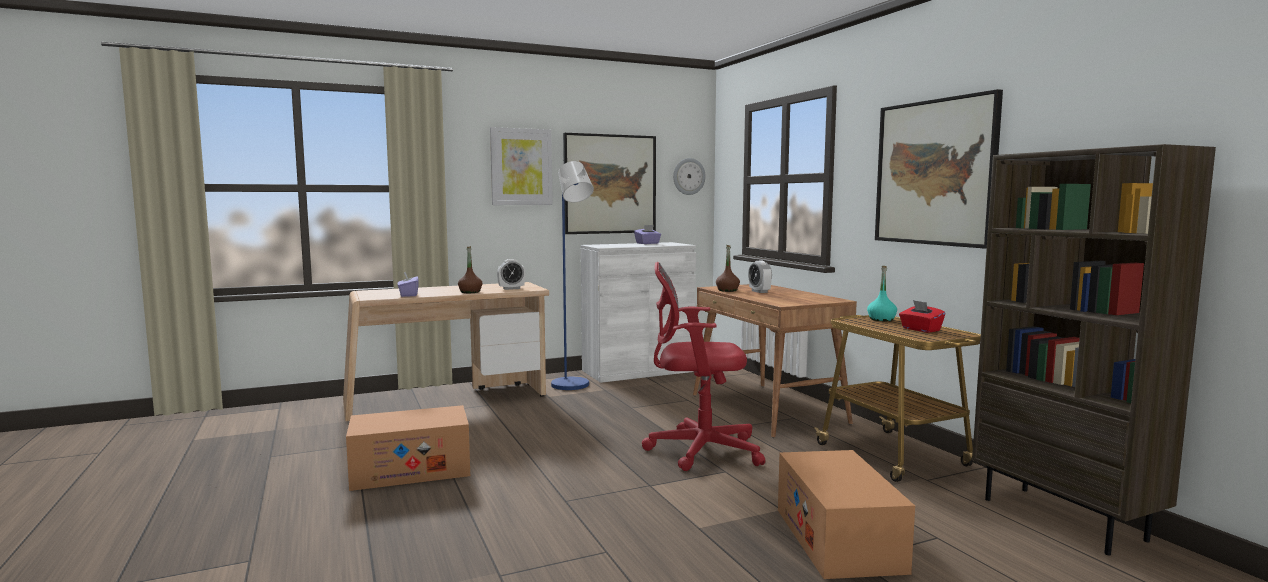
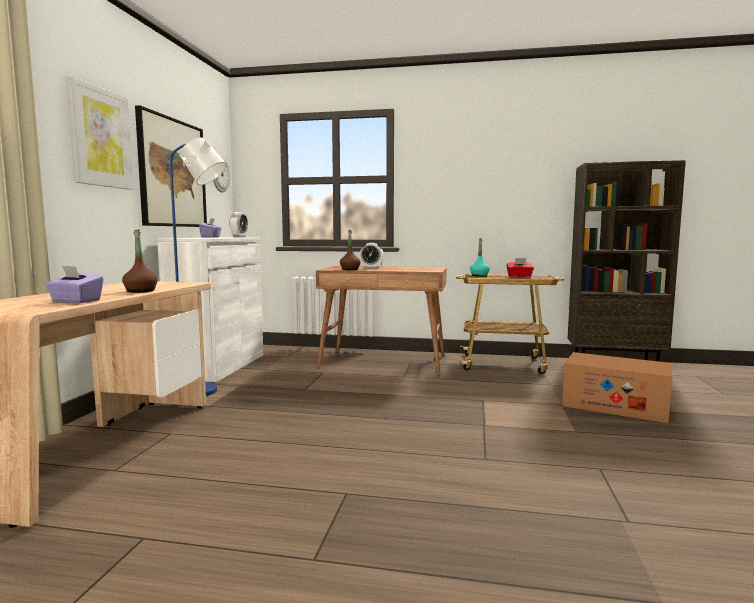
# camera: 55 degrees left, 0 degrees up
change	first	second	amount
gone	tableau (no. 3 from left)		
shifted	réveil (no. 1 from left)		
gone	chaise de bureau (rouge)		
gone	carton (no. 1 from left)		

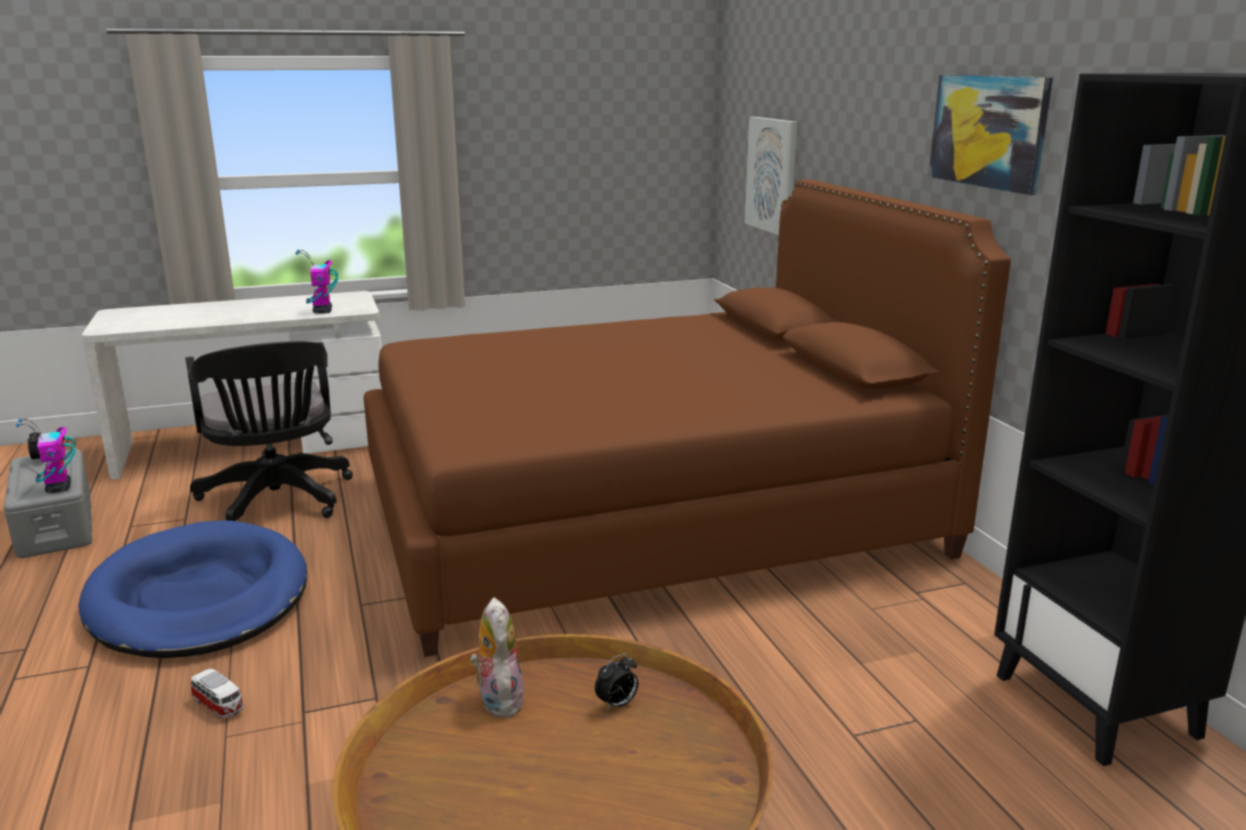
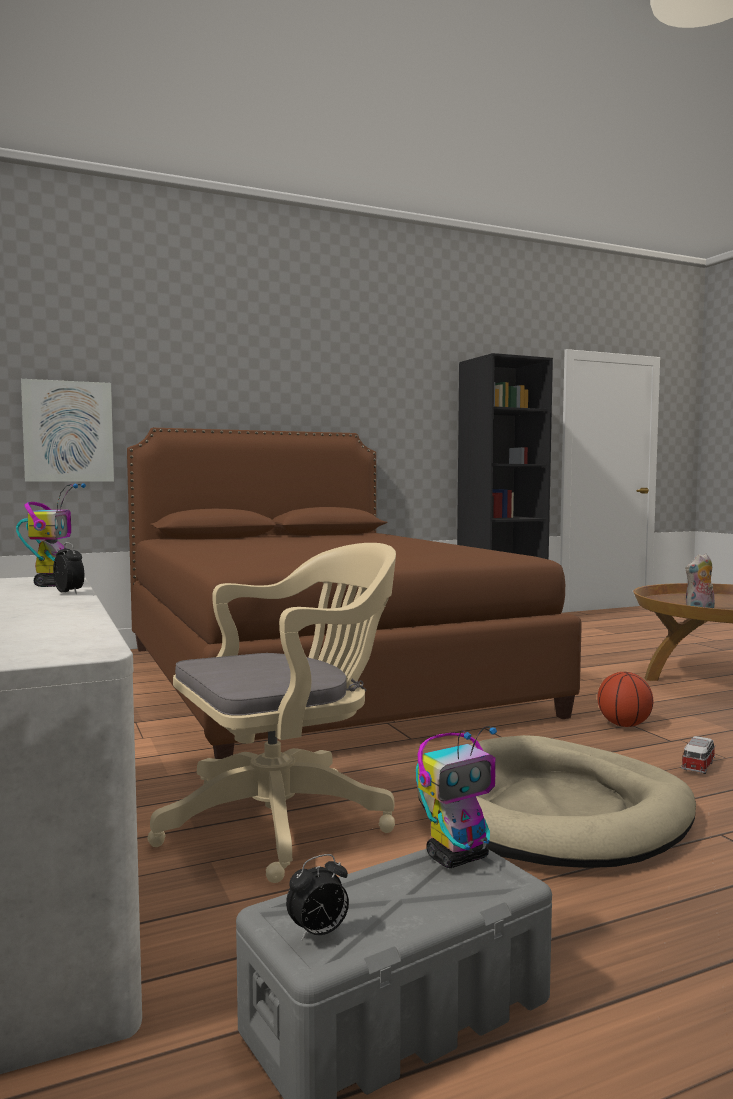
# camera: 95 degrees left, 15 degrees down
change	first	second	amount
gone	tableau (no. 2 from left)		
rotated	robot jouet (no. 2 from left in the first image)	robot jouet (no. 1 from left)	75 degrees counterclockwise
repainted	chaise de bureau (noir)	chaise de bureau (beige)	
repainted	panier pour chien (bleu)	panier pour chien (beige)	
shifted	réveil (no. 2 from left in the first image)	réveil (no. 1 from left)	
new		ballon de basket	

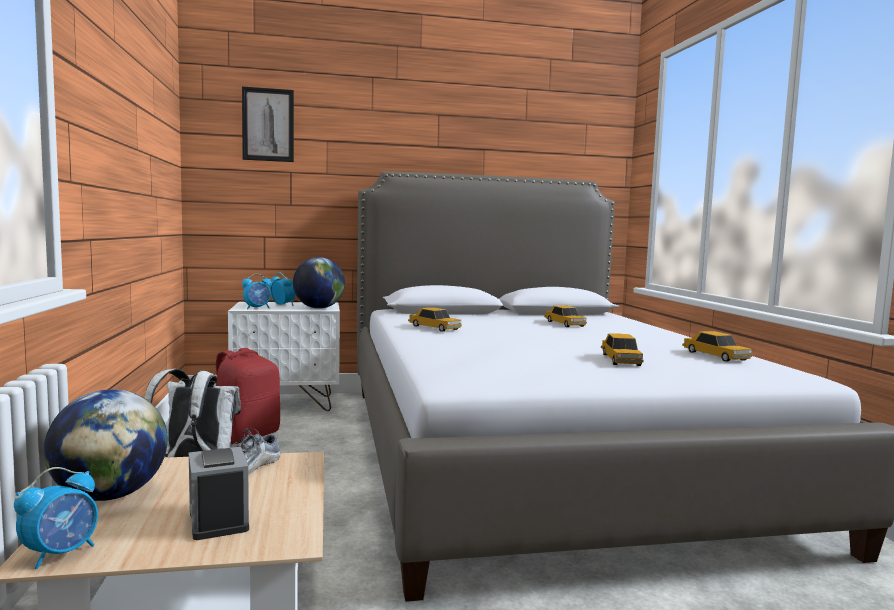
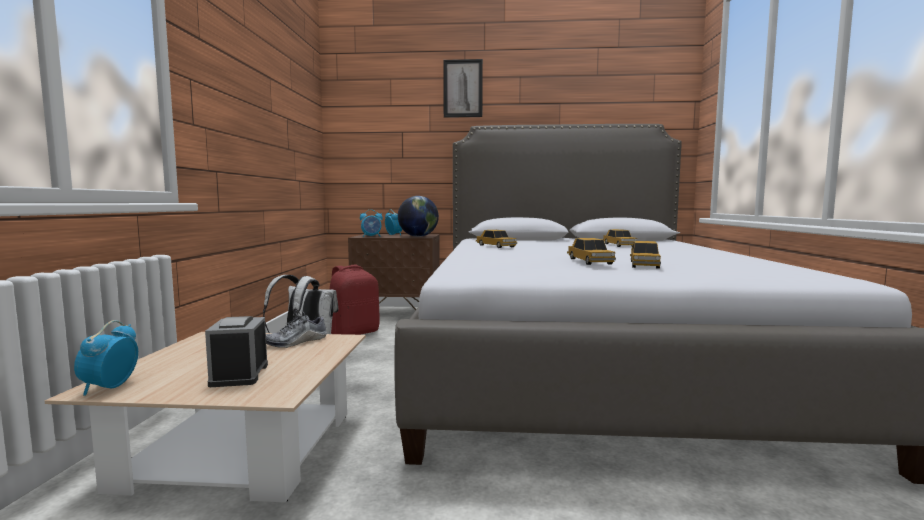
# camera: 15 degrees right, 0 degrees up
change	first	second	amount
shifted	tableau		
repainted	table de chevet (blanc)	table de chevet (marron)	
shifted	petite voiture (no. 4 from left in the first image)	petite voiture (no. 2 from left)	
gone	globe (no. 1 from left)		
rotated	réveil (no. 1 from left)		135 degrees clockwise

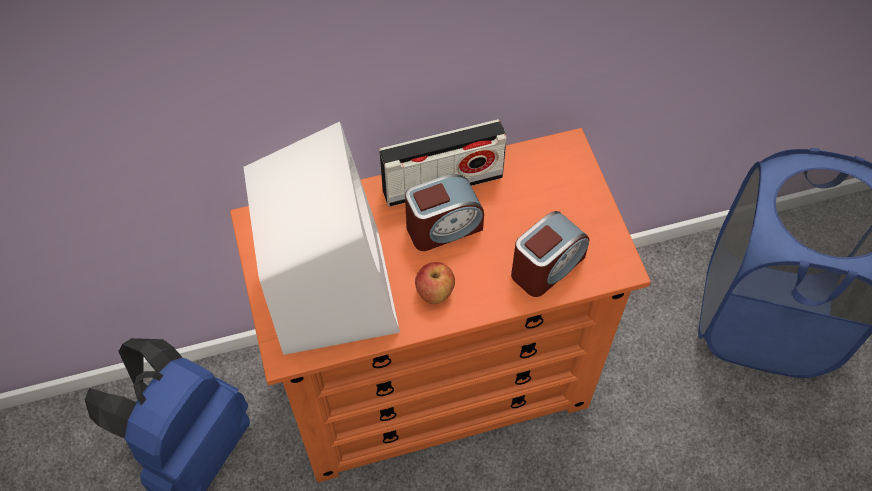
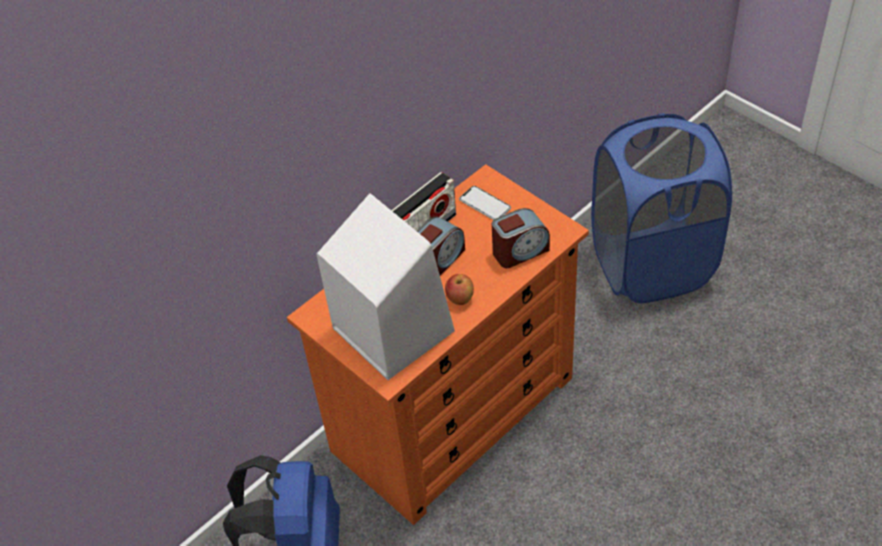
# camera: 25 degrees left, 10 degrees down
change	first	second	amount
rotated	réveil (no. 2 from left)		45 degrees clockwise
new		téléphone	

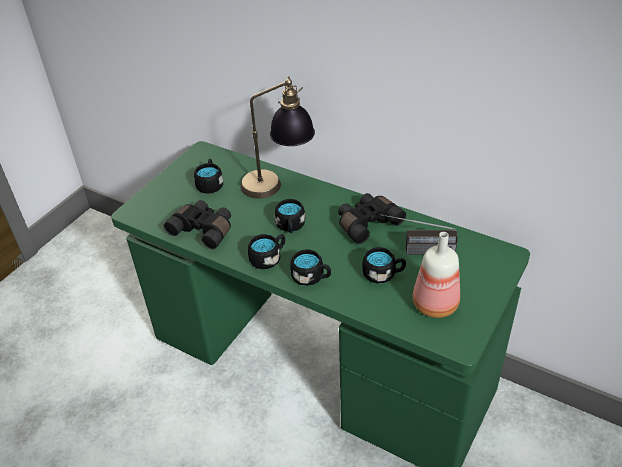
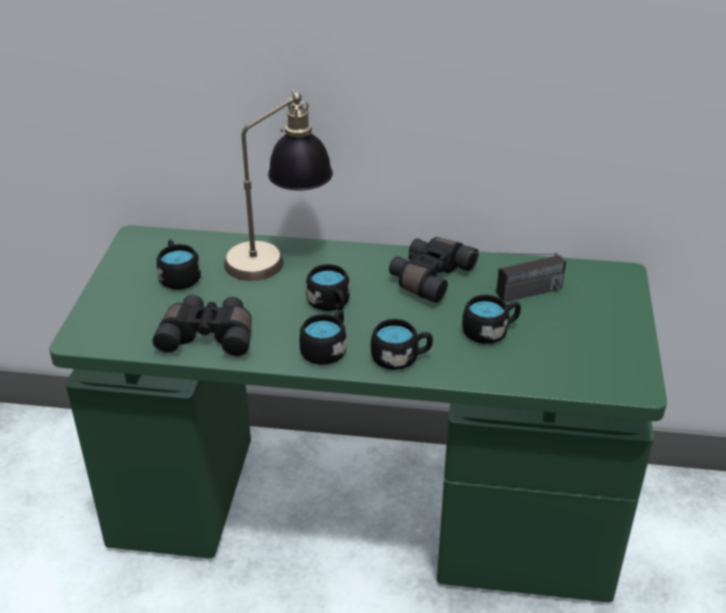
# camera: 25 degrees left, 5 degrees down
change	first	second	amount
gone	bouteille		

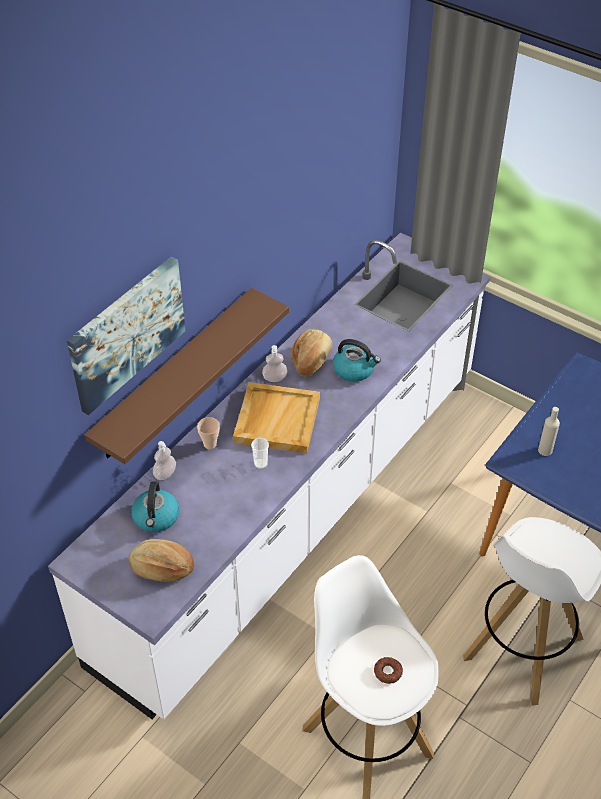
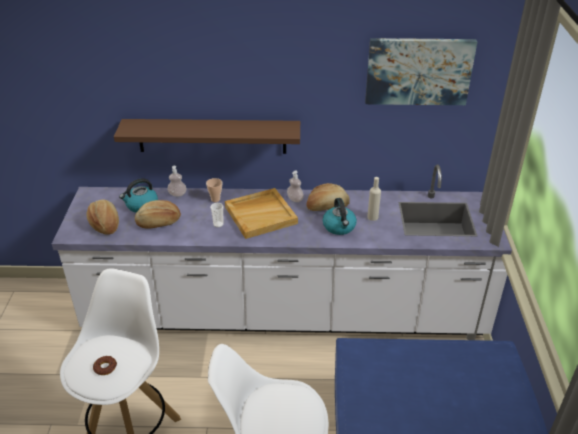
# camera: 55 degrees right, 10 degrees down
change	first	second	amount
shifted	tableau		
shifted	bouteille (beige)		
new		pain (no. 2 from left)	

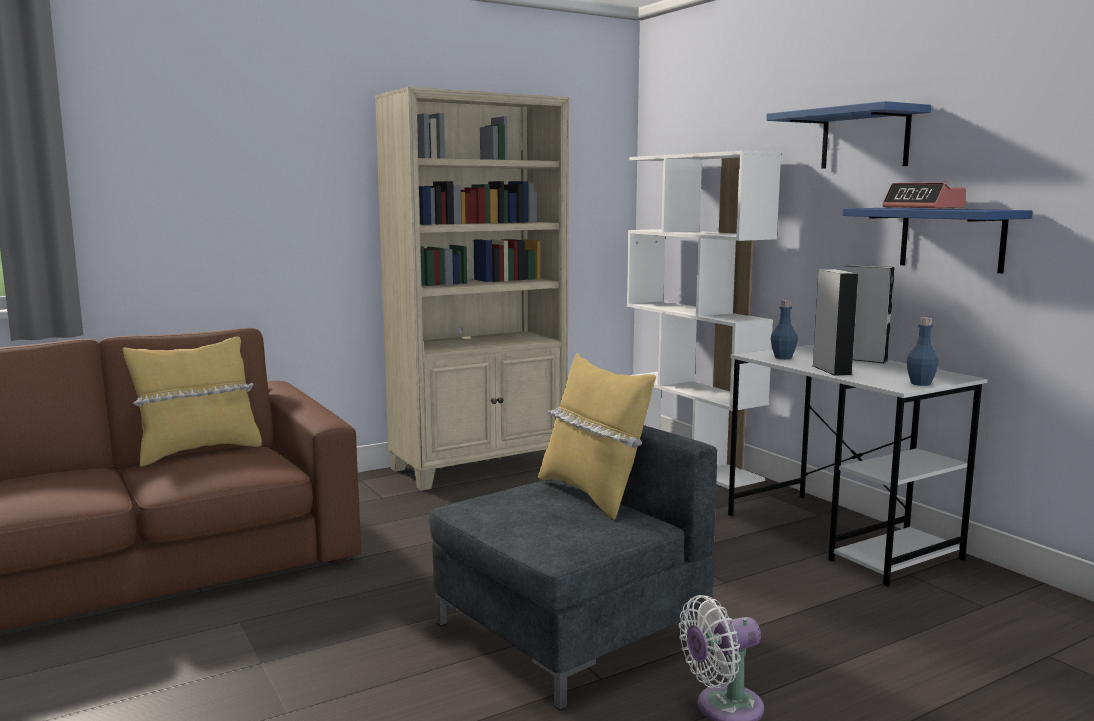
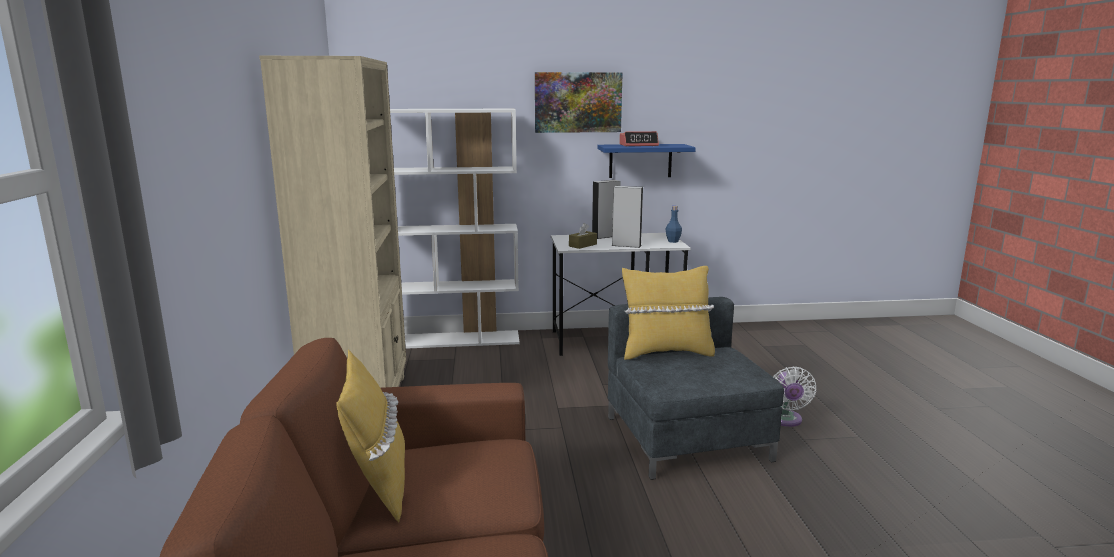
# camera: 65 degrees left, 5 degrees up
change	first	second	amount
swapped	étagère (bleu) (no. 1 from left)	tableau	
swapped	bouteille (bleu) (no. 1 from left)	boîte à mouchoirs (marron)	

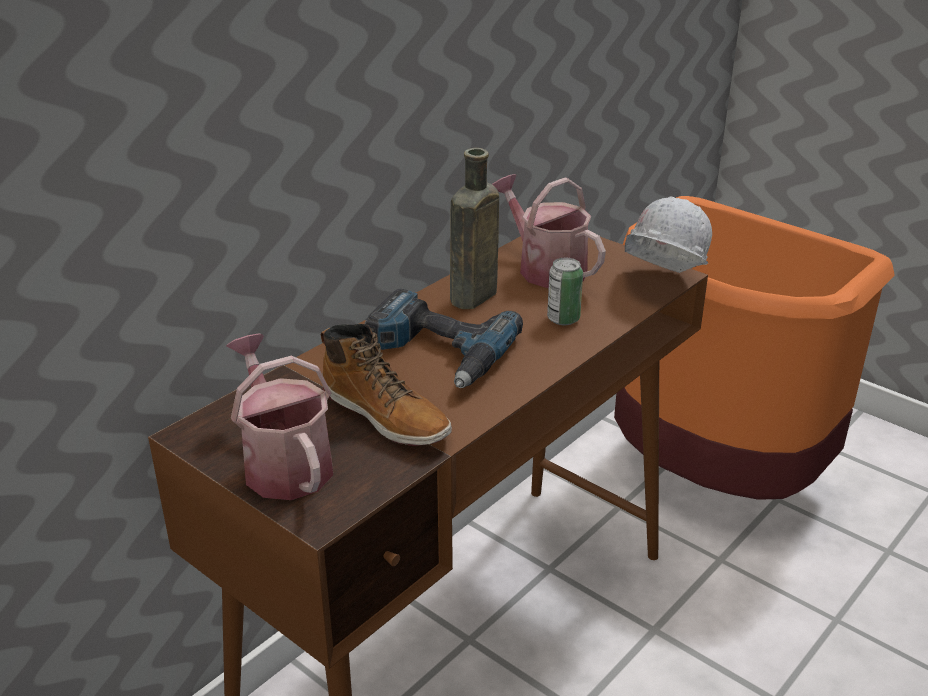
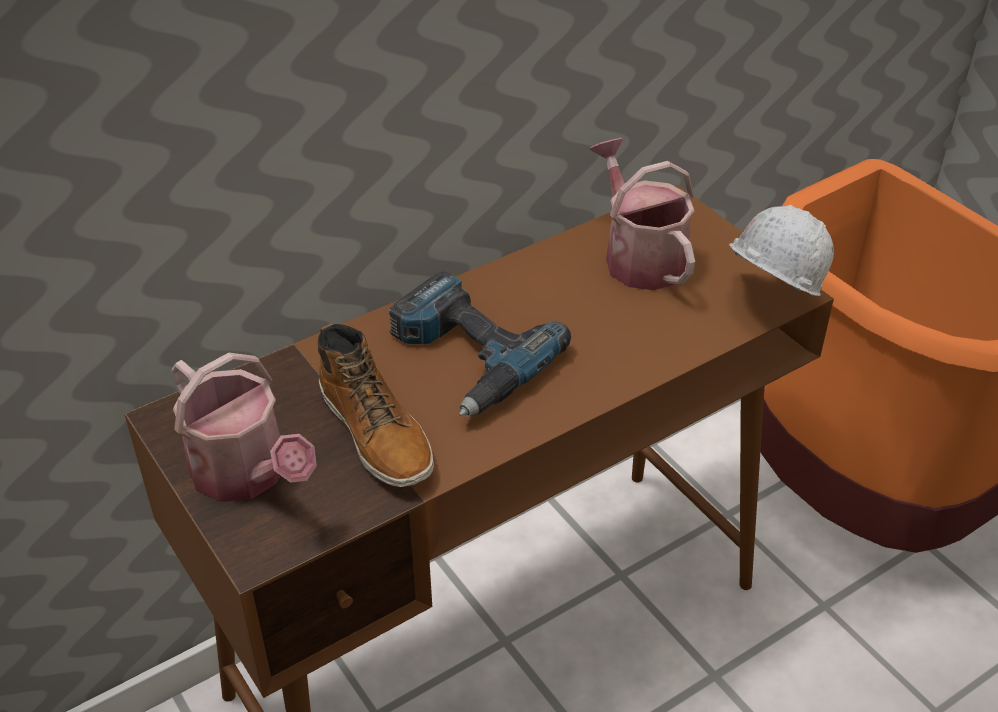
# camera: 15 degrees right, 10 degrees up
change	first	second	amount
gone	bouteille (marron)		
gone	boîte métallique		
rotated	arrosoir (no. 1 from left)		150 degrees clockwise

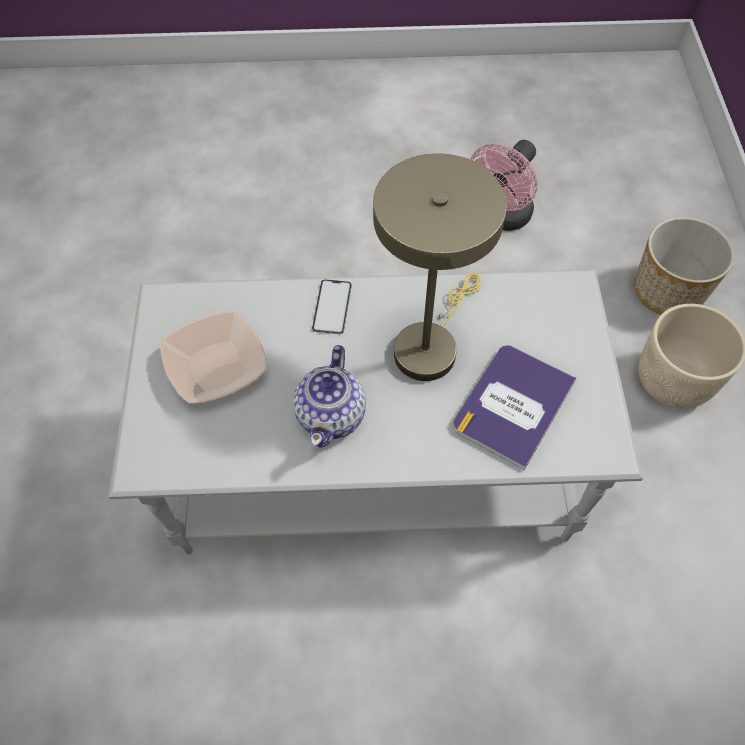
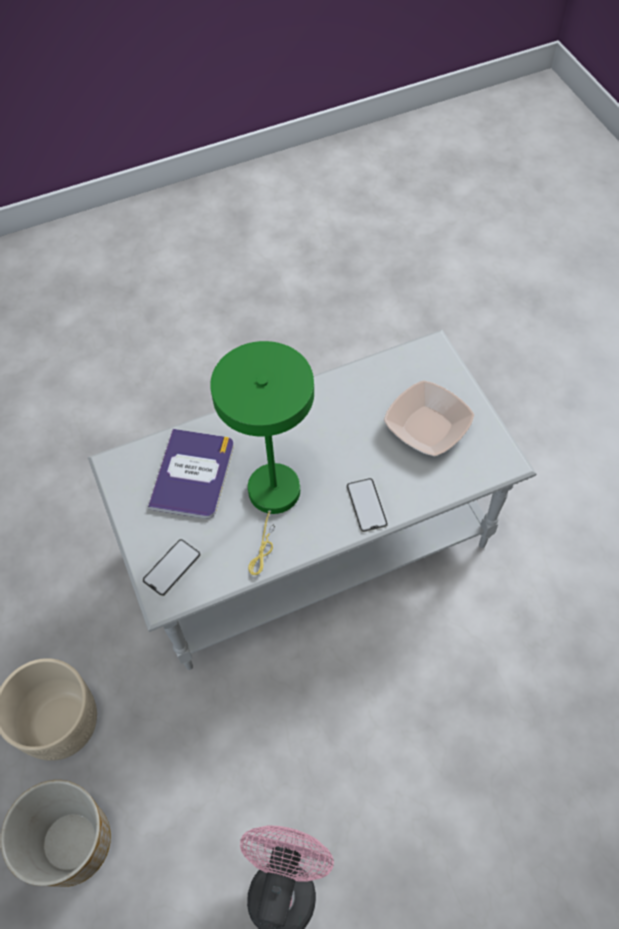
# camera: 160 degrees right, 0 degrees up
change	first	second	amount
repainted	lampe de table (beige)	lampe de table (vert)	
gone	théière		
new		téléphone (no. 1 from left)	

